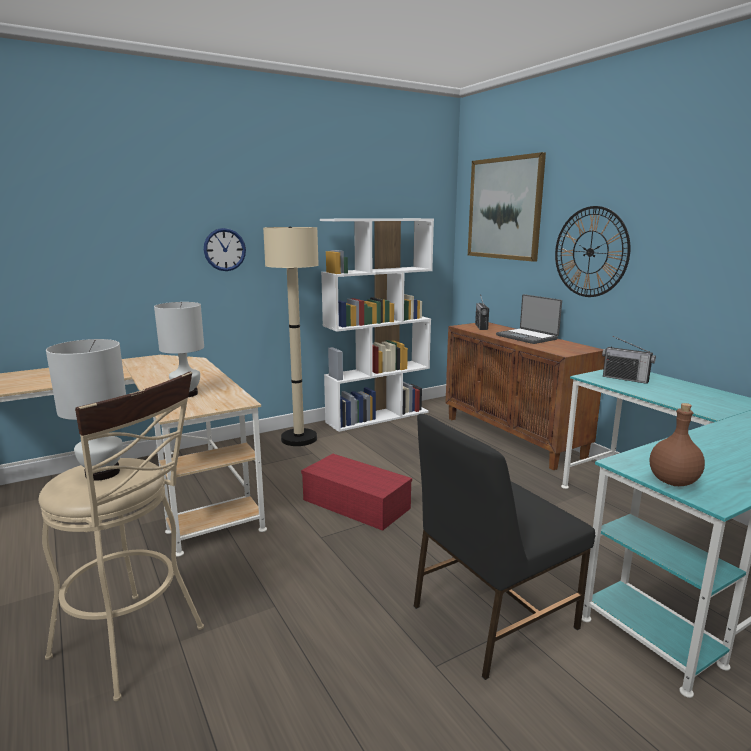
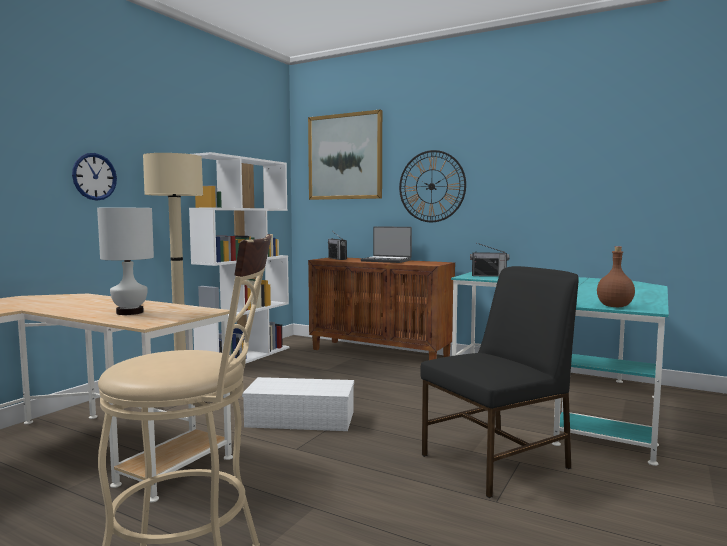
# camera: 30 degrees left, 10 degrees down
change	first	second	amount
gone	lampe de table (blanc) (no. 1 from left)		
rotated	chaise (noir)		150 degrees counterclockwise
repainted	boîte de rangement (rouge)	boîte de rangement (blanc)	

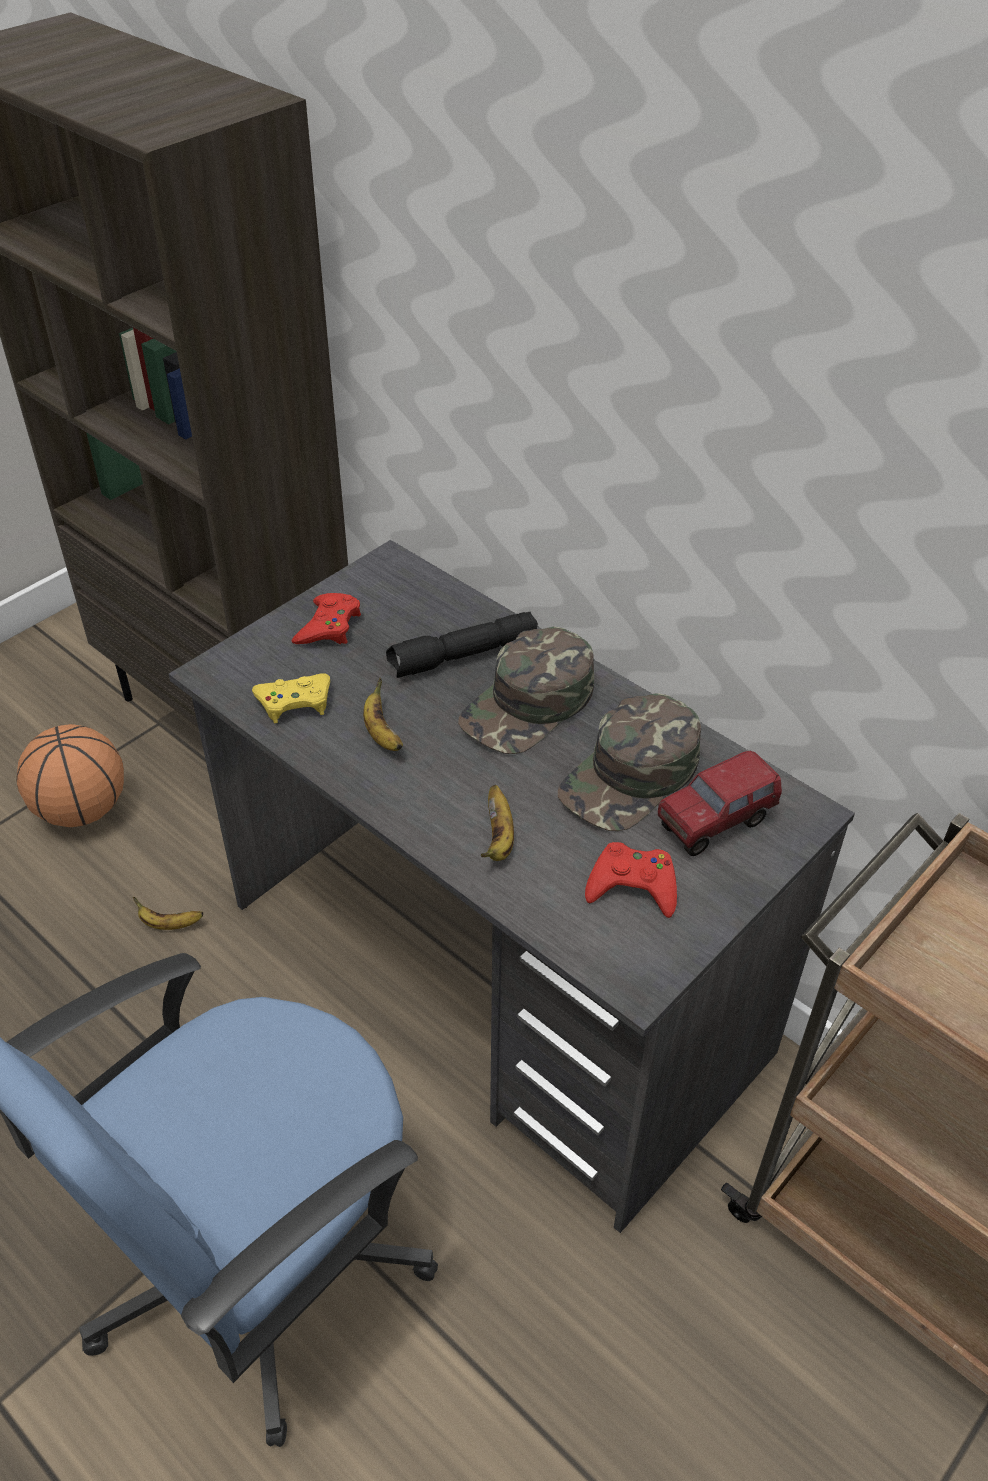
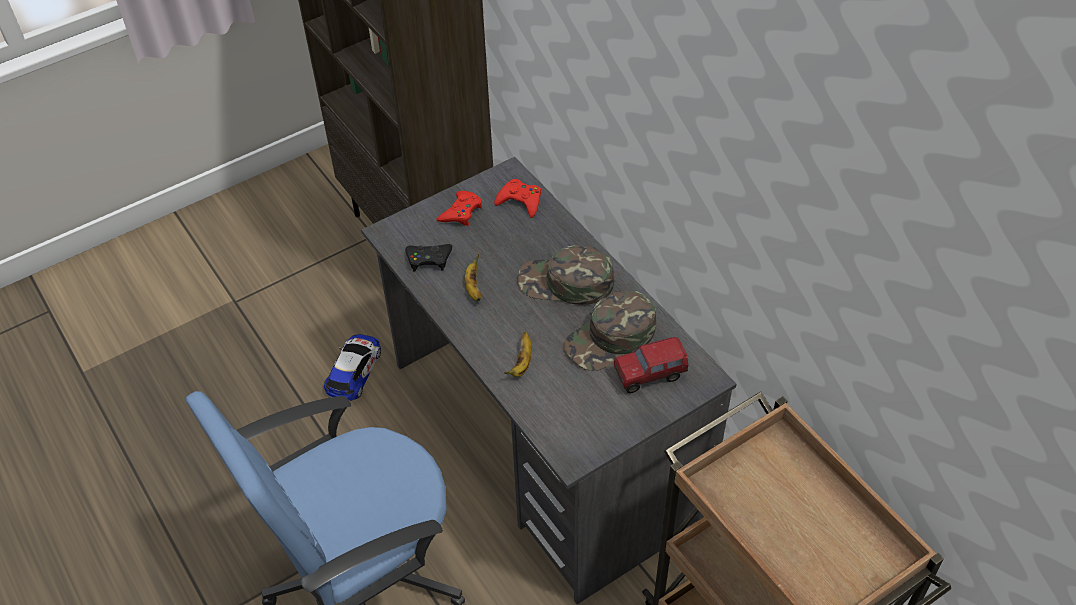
# camera: 15 degrees right, 5 degrees up
change	first	second	amount
gone	lampe de poche (noir)		
rotated	casquette (vert) (no. 1 from left)		45 degrees clockwise
repainted	manette (jaune)	manette (noir)	
gone	ballon de basket		
shifted	manette (rouge) (no. 2 from left)		
swapped	banane (no. 1 from left)	petite voiture	

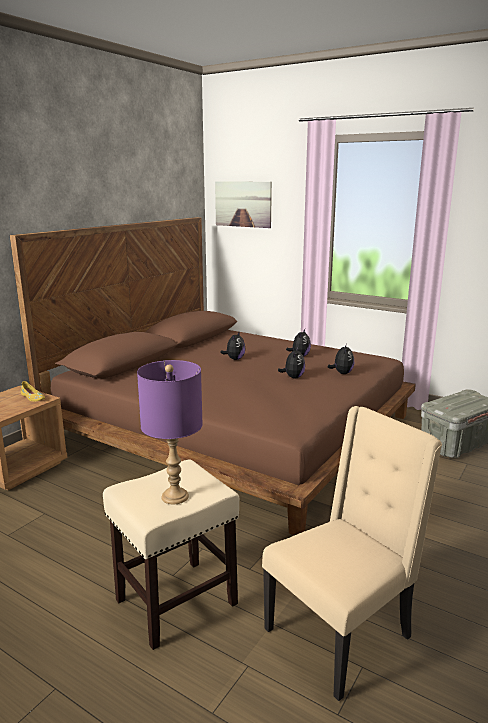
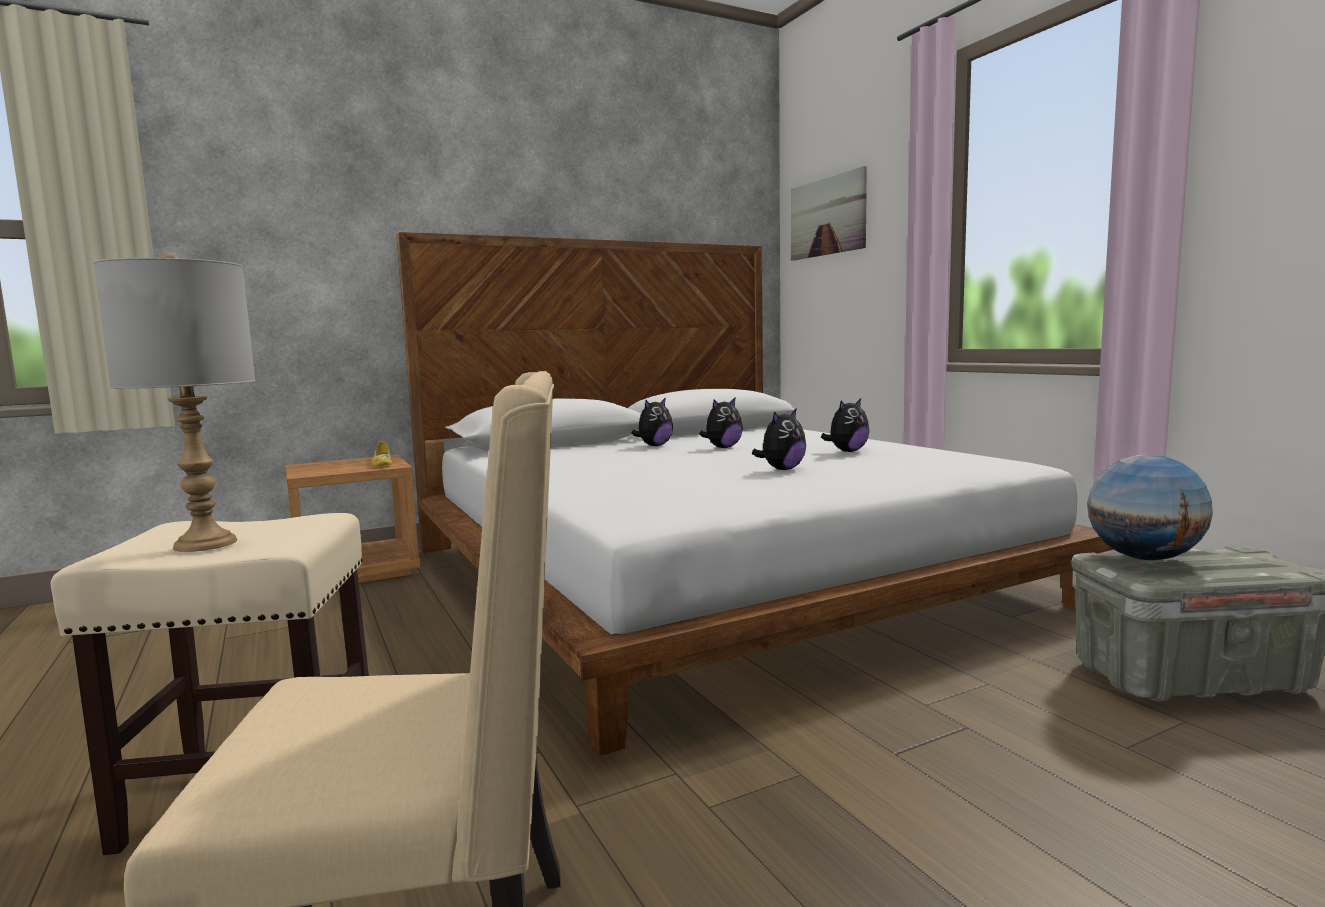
# camera: 30 degrees right, 10 degrees down
change	first	second	amount
repainted	lit (marron)	lit (blanc)	
shifted	peluche (no. 4 from left in the first image)	peluche (no. 1 from left)	
repainted	lampe de table (violet)	lampe de table (gris)	
new		globe	

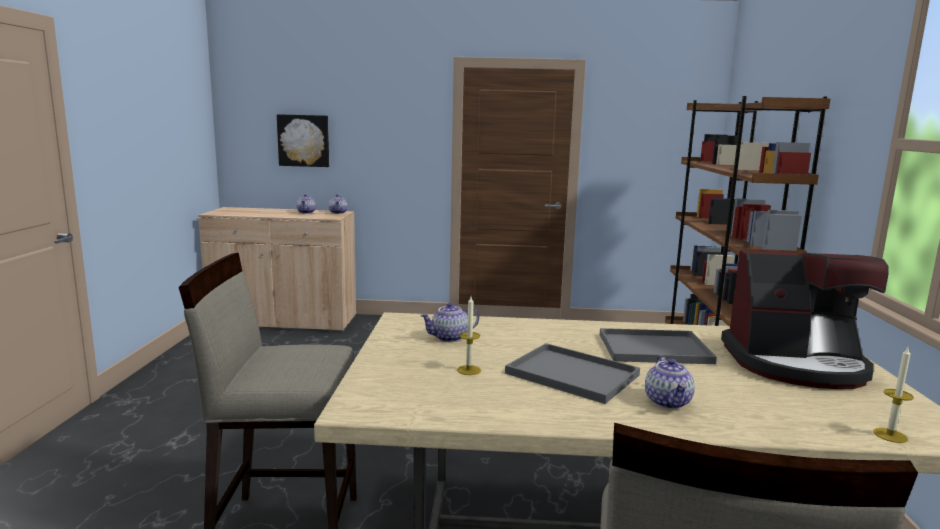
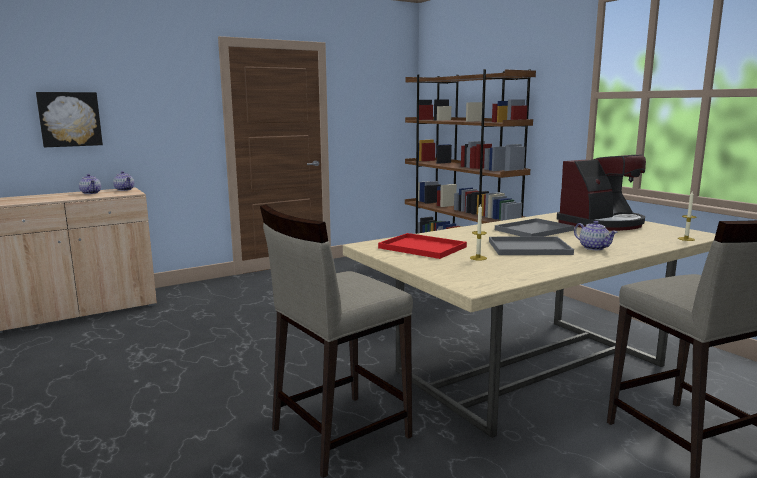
# camera: 35 degrees left, 0 degrees up
change	first	second	amount
swapped	théière (no. 3 from left)	plateau (rouge)	

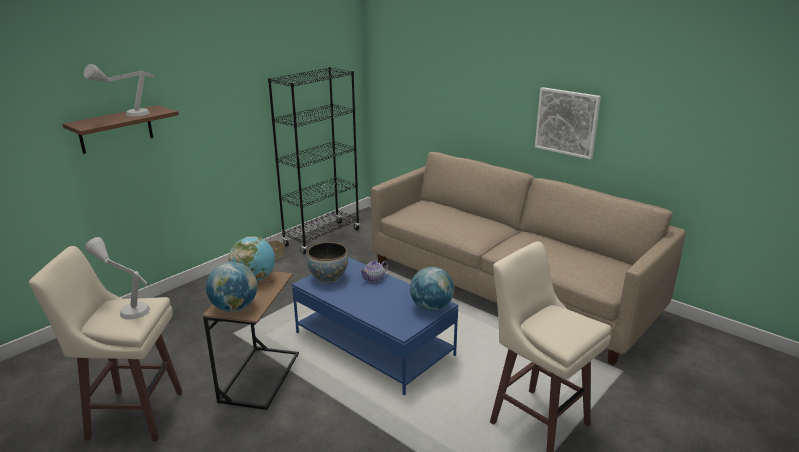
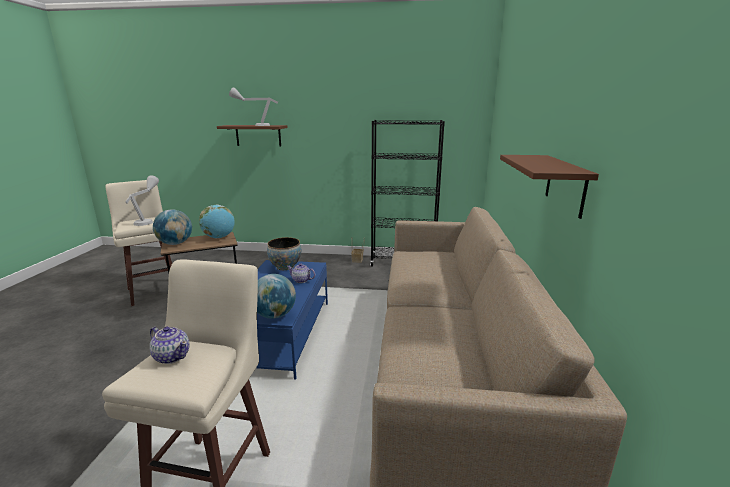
# camera: 55 degrees right, 5 degrees down
change	first	second	amount
swapped	tableau	étagère (marron) (no. 2 from left)	
new		théière (no. 1 from left)	

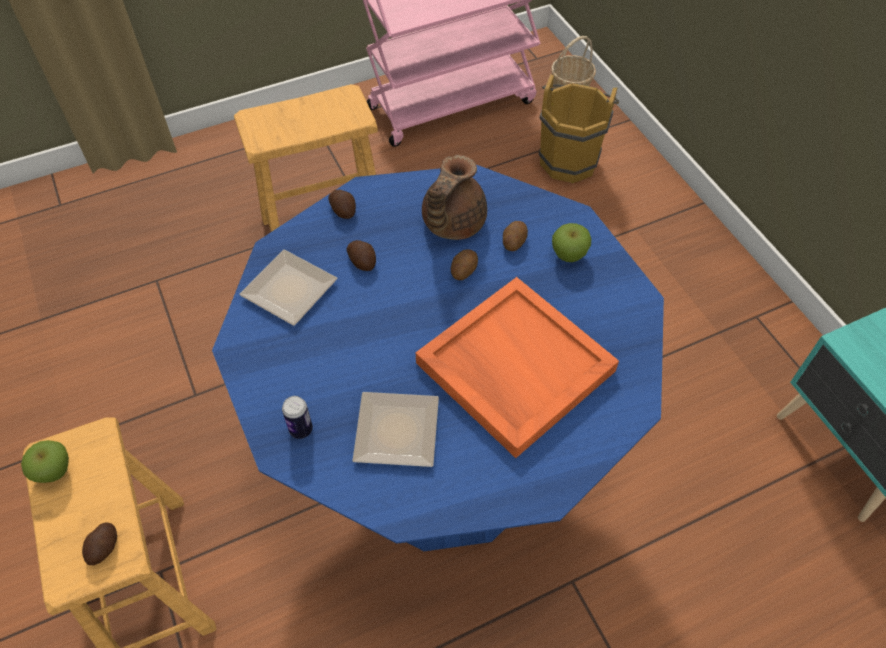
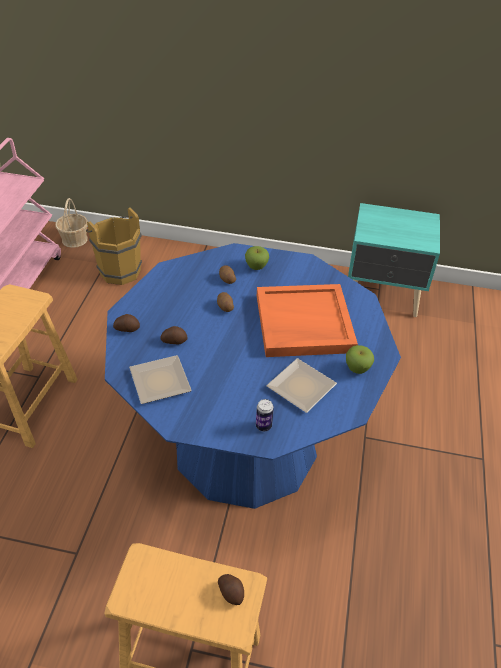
# camera: 55 degrees left, 10 degrees down
change	first	second	amount
gone	théière (marron)		
shifted	pomme (no. 1 from left in the first image)	pomme (no. 2 from left)	

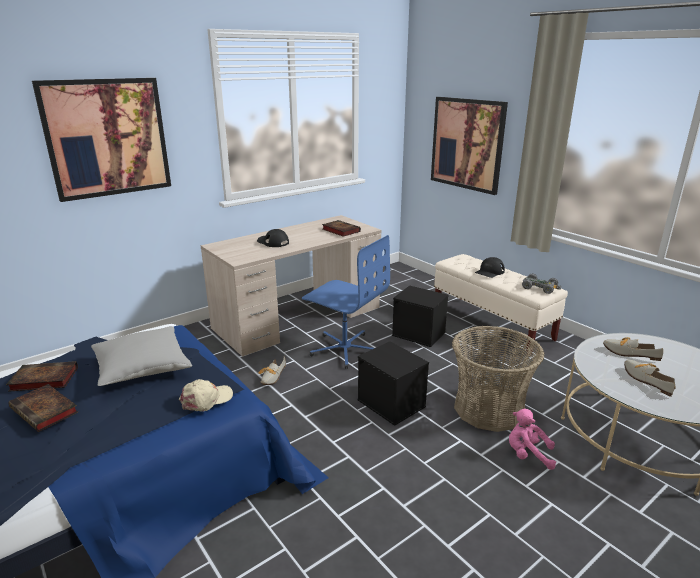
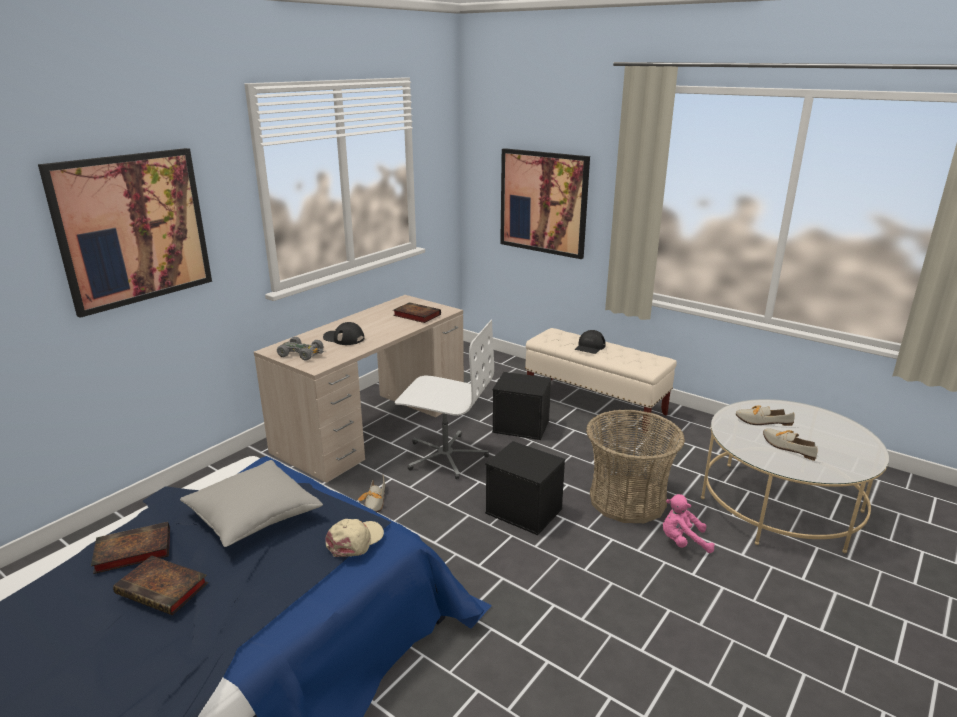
# camera: 15 degrees left, 0 degrees up
change	first	second	amount
repainted	chaise de bureau (bleu)	chaise de bureau (blanc)	
shifted	petite voiture (gris)		

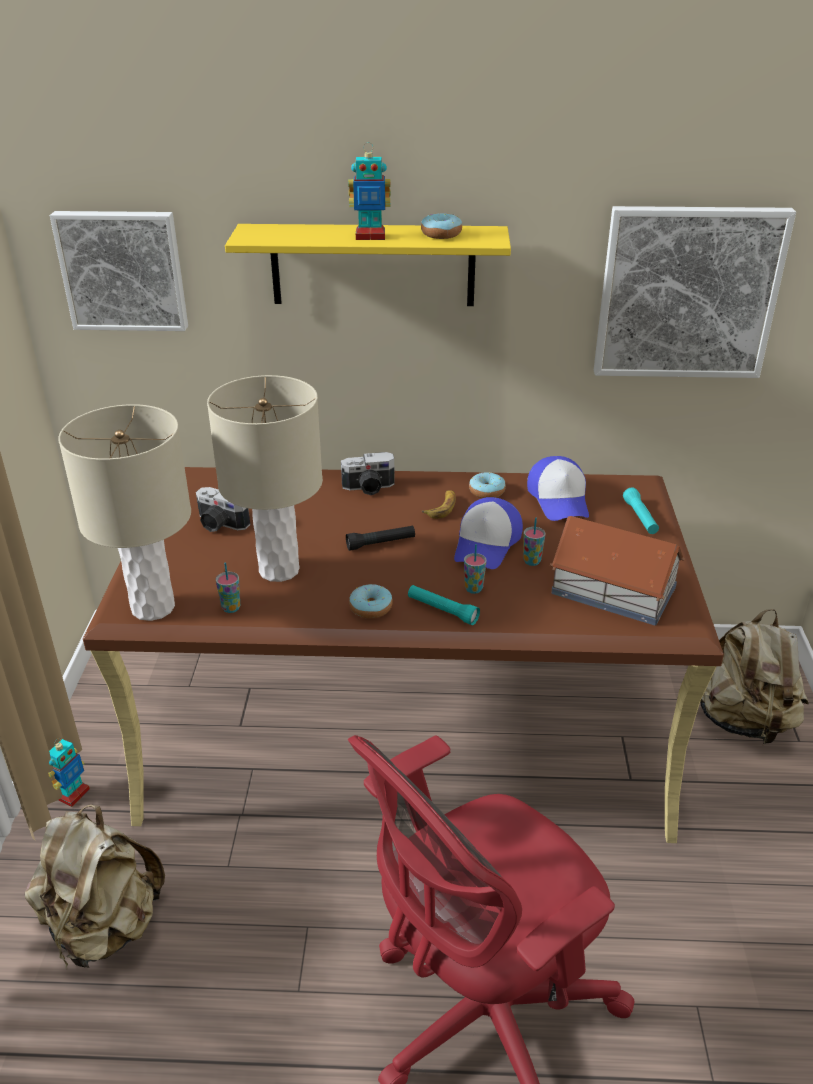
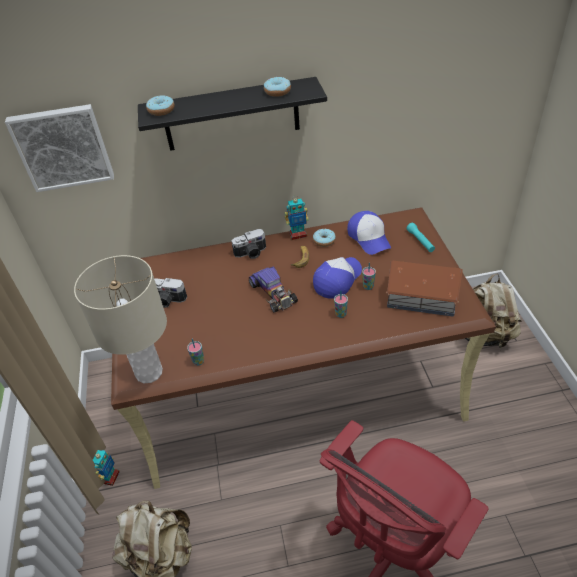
# camera: 10 degrees left, 10 degrees up
change	first	second	amount
shifted	robot jouet (no. 2 from left)		
gone	tableau (no. 2 from left)		
repainted	étagère (jaune)	étagère (noir)	
gone	lampe de table (beige) (no. 2 from left)		
rotated	casquette (no. 1 from left)		150 degrees counterclockwise
swapped	lampe de poche (noir)	petite voiture	
shifted	beignet (no. 1 from left)		
gone	lampe de poche (turquoise) (no. 1 from left)		

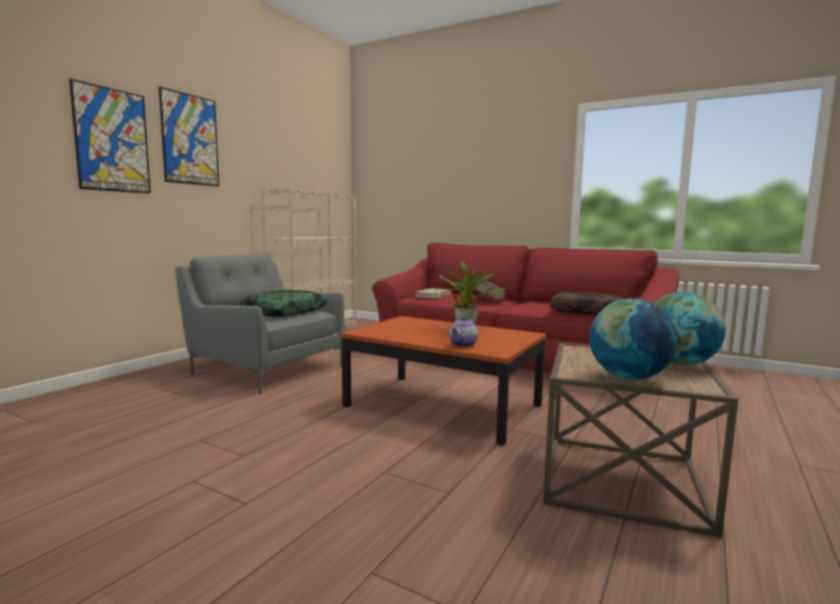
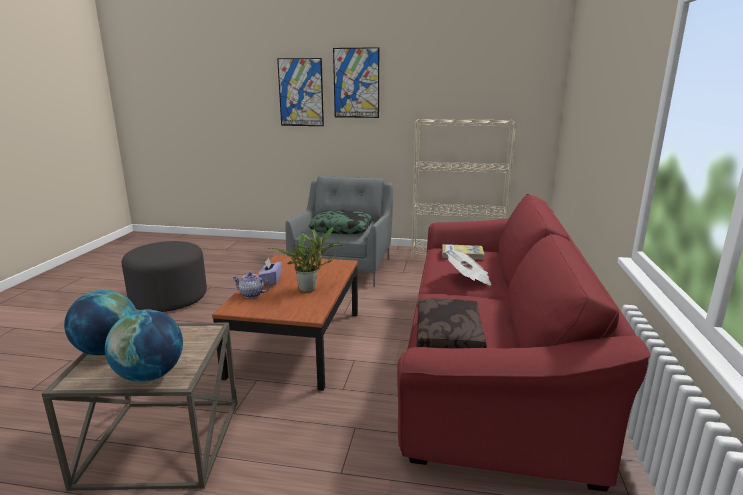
# camera: 70 degrees right, 10 degrees up
change	first	second	amount
new		pouf (gris)	
new		boîte à mouchoirs (violet)	

